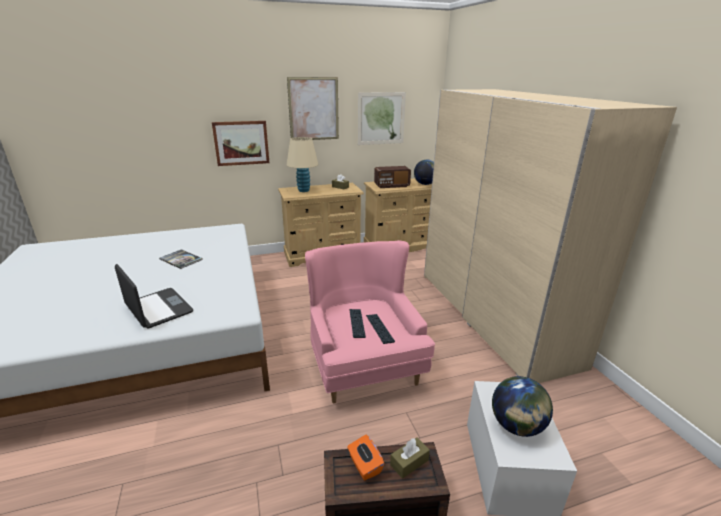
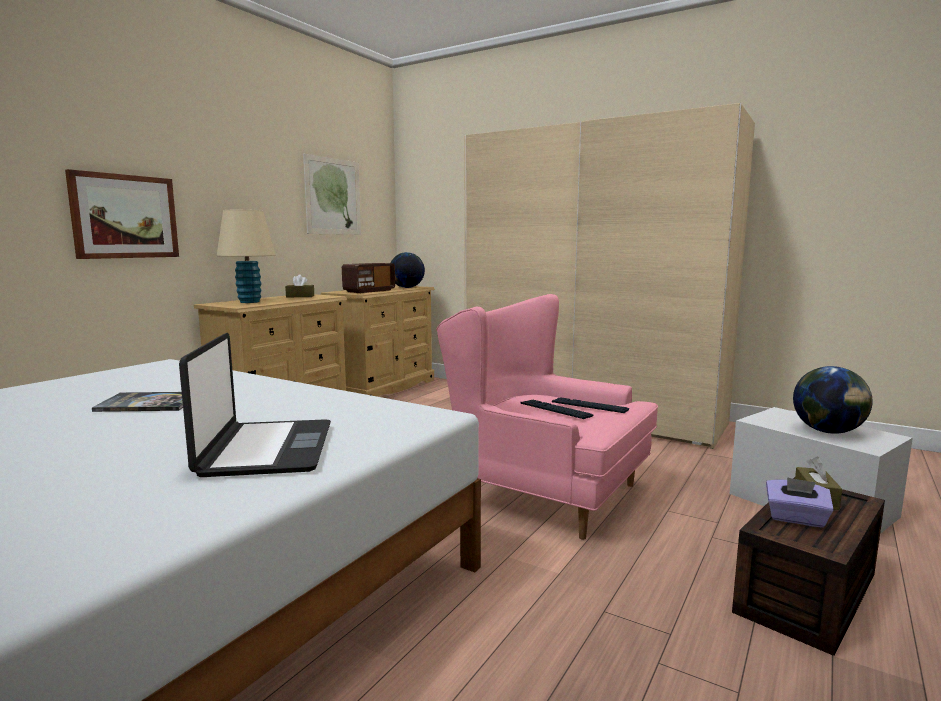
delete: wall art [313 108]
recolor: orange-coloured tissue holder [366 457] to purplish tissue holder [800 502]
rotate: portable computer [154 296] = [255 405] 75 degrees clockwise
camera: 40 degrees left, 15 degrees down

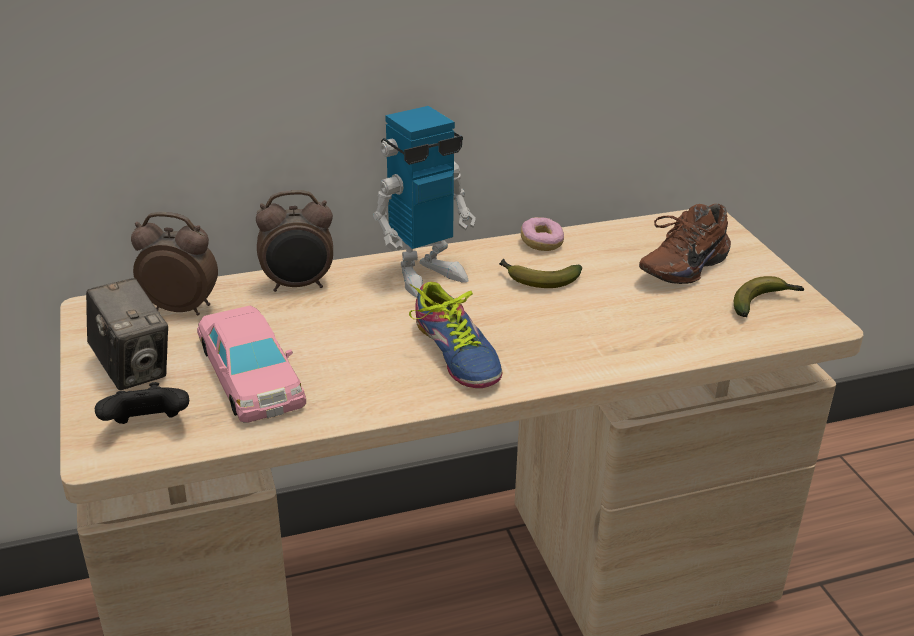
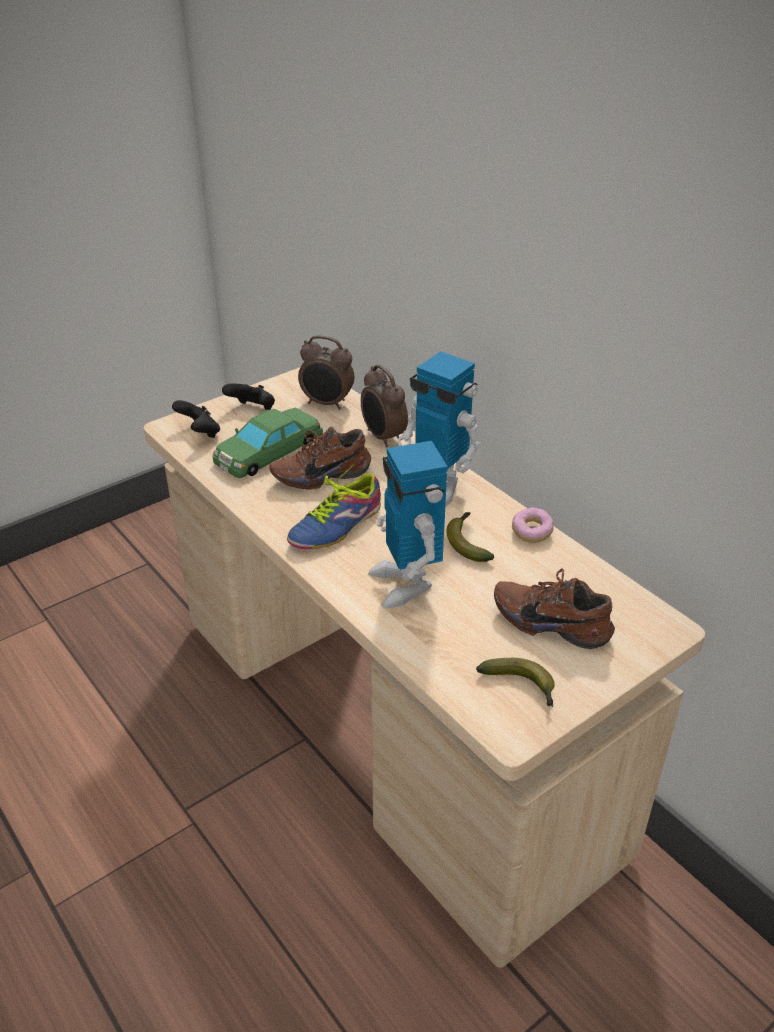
insert: brown-coloured low shoe [320 458]; model robot [408 525]
replace: still camera [127 334] to blackish gamepad [248 396]
recolor: pinkish toy car [251 364] to green-coloured toy car [267 442]
rotate: alarm clock [174 263] = [326 372] 120 degrees clockwise
camera: 70 degrees right, 5 degrees up

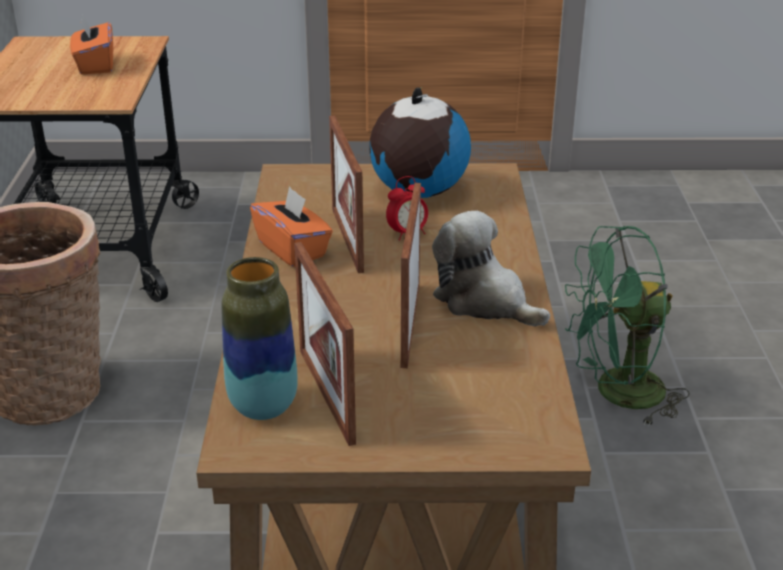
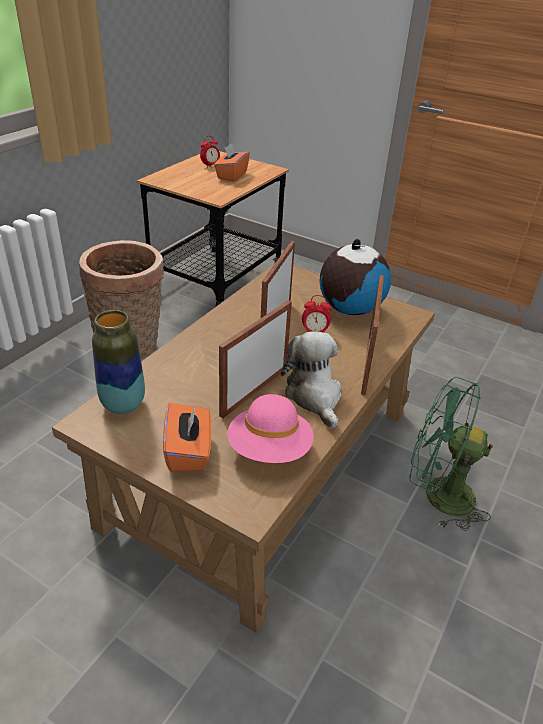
insert: alarm clock [210 152]; pinkish wearable hat [270 428]
move: orange-coloured tissue holder [291 226] to [187 437]; picture frame [325 344] to [372 335]
camera: 30 degrees right, 5 degrees up

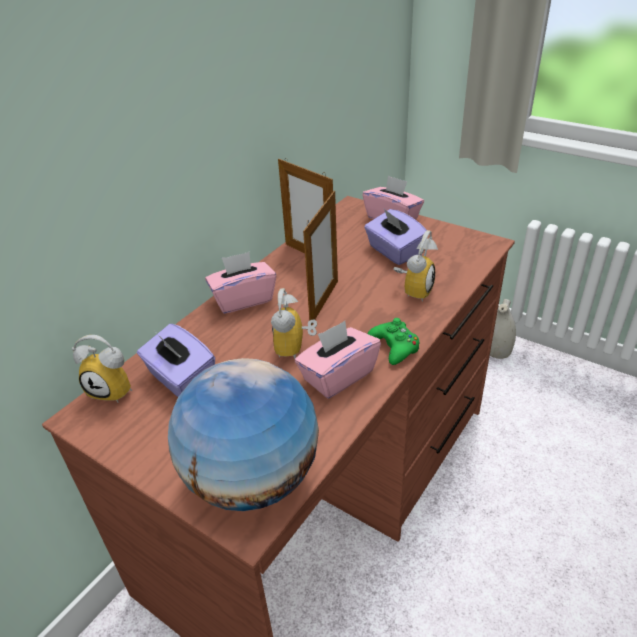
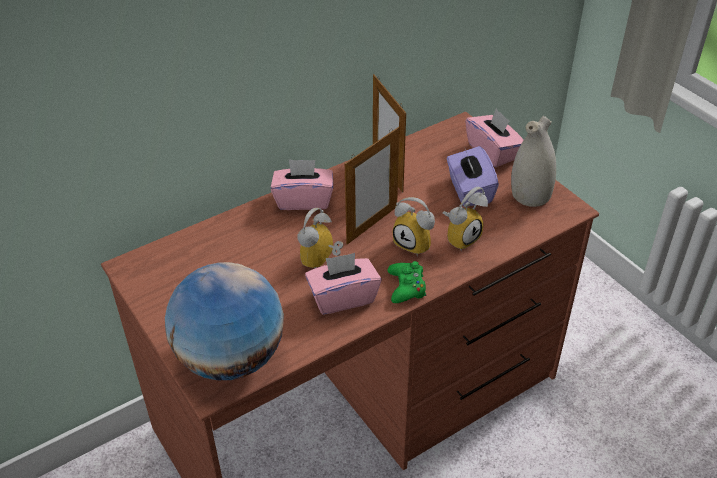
delete: purplish tissue holder [176 360]
move: alarm clock [102 369] to [414 226]; whitish vase [503 329] to [533 161]
camera: 20 degrees right, 5 degrees up

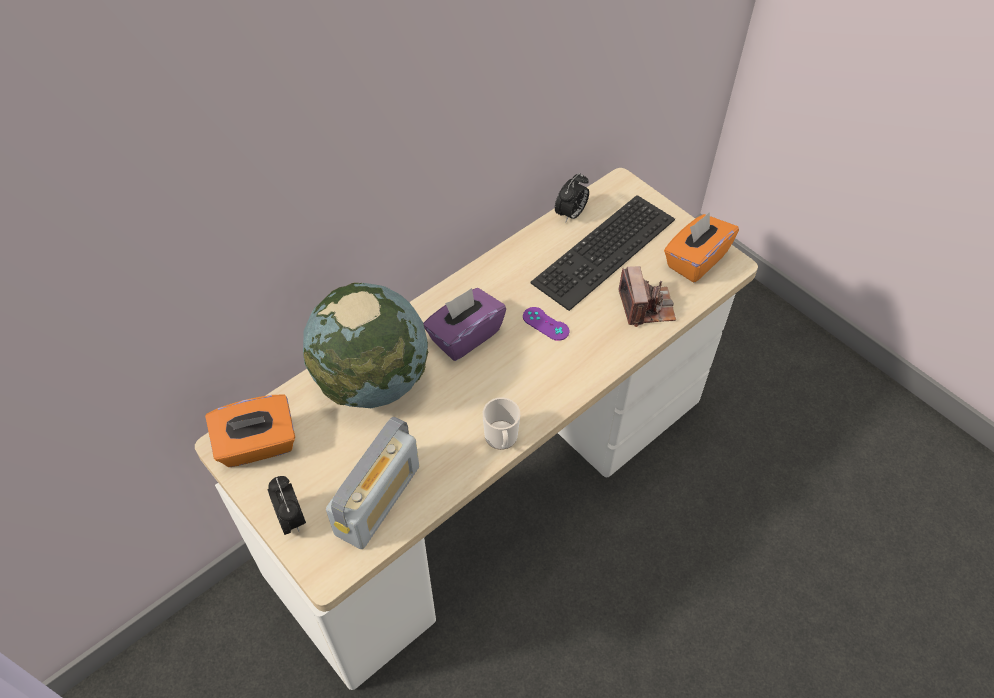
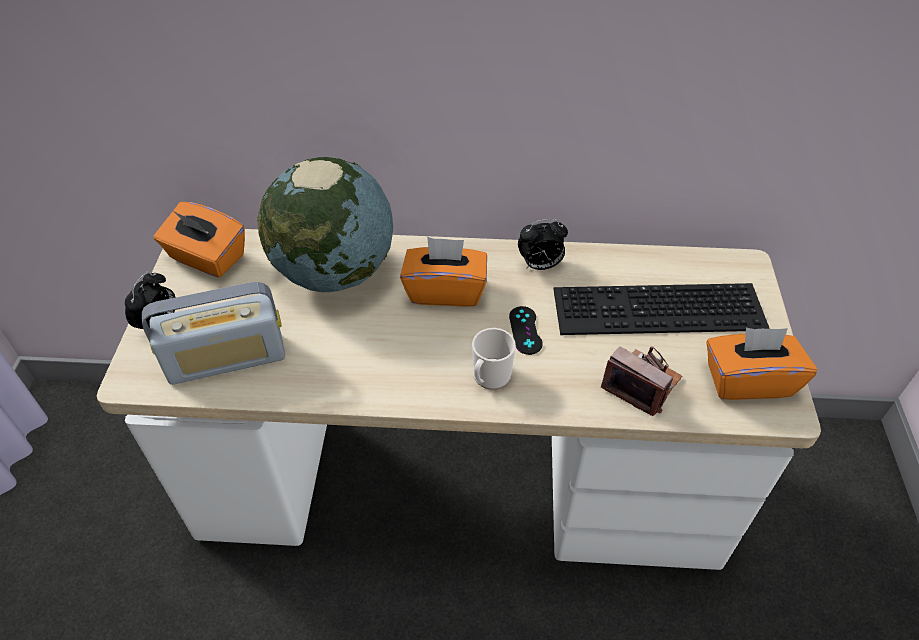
move: mug [501 424] to [494 359]; alarm clock [572 198] to [543 244]
recolor: purplish tissue holder [464 324] to orange-coloured tissue holder [443 272]; purplish gamepad [546 324] to blackish gamepad [526 330]
rotate: still camera [647 296] = [641 381] 90 degrees counterclockwise
camera: 45 degrees right, 5 degrees down

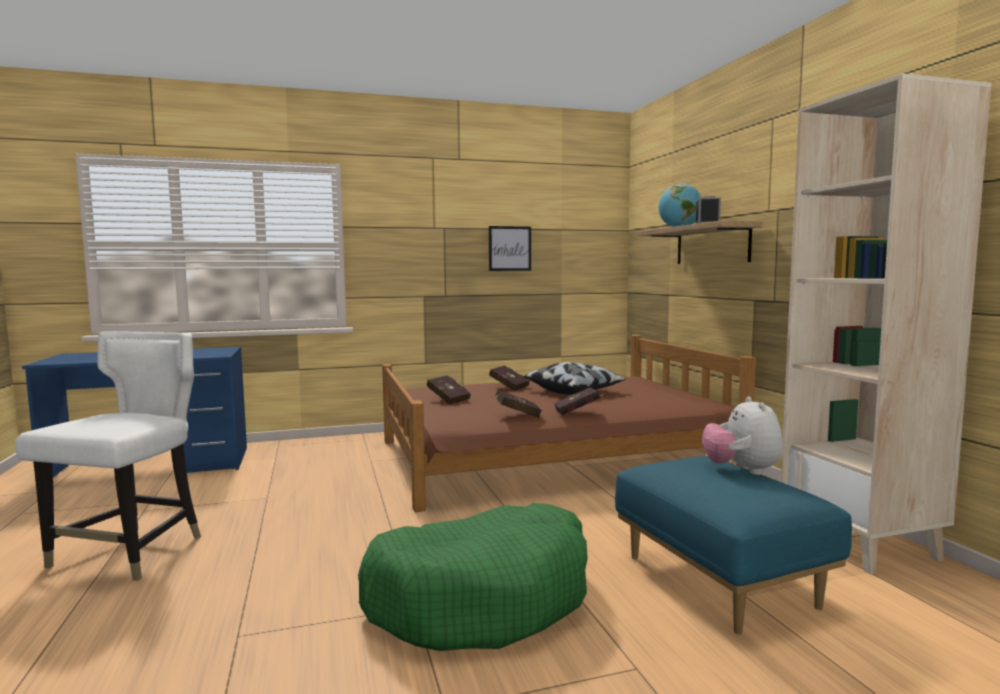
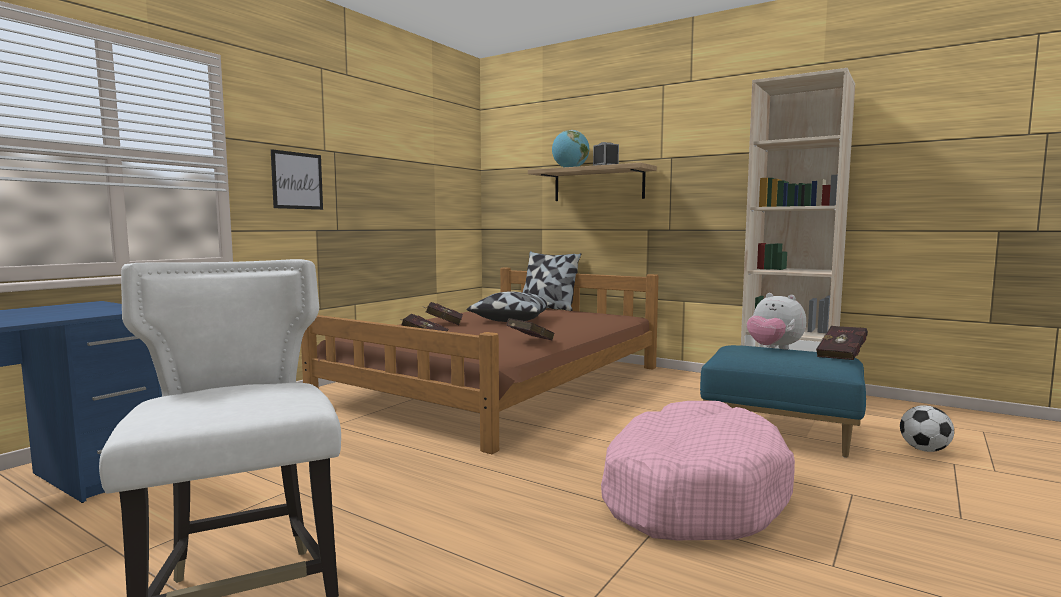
insert: cushion [552 281]; ball for football [927 428]
move: wall art [510 248] to [297 179]; reddish book [579 401] to [842 343]
recolor: green-coloured dog cushion [473 577] to pinkish dog cushion [698 470]
camera: 40 degrees left, 0 degrees up

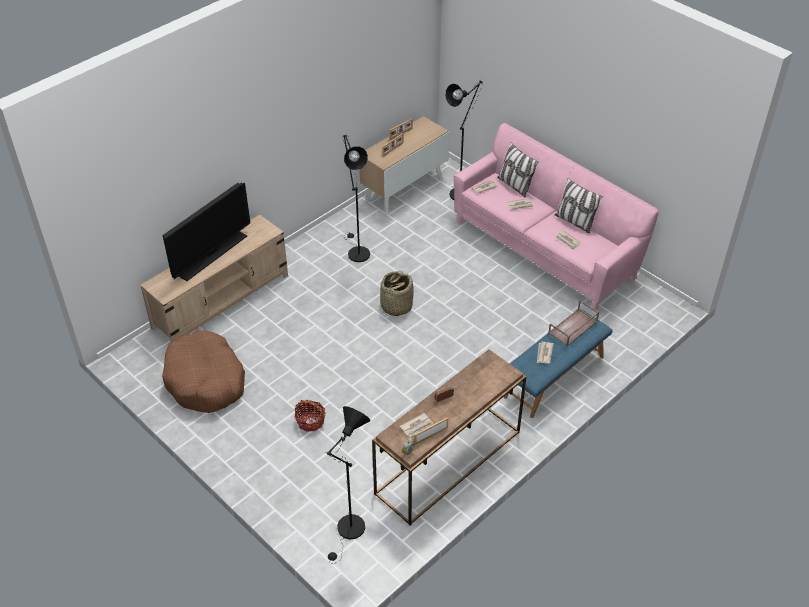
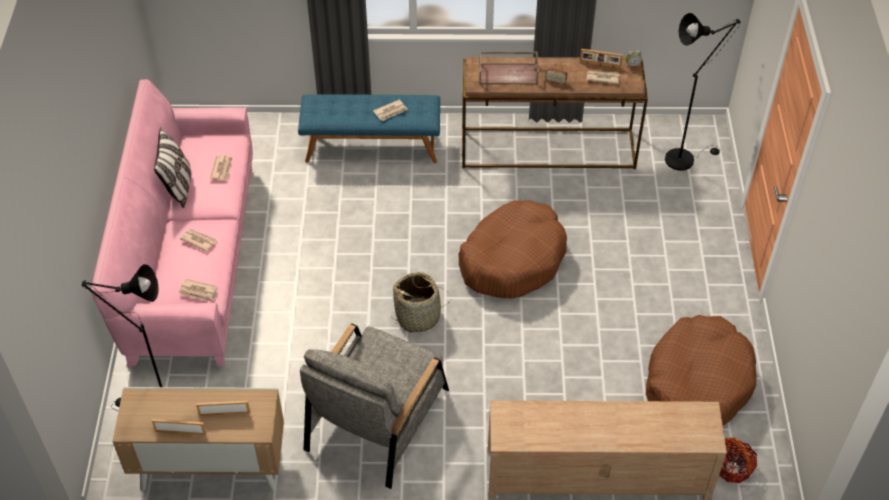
delete: TV [206 231]; cushion [517 169]
insert: brown-coloured dog cushion [513 249]
move: brown-coloured serving tray [573 323] to [509 67]; basket [310 416] to [738 460]
replace: blackish standing lamp [356 198] to greyish armchair [374 406]
camera: 135 degrees left, 5 degrees up

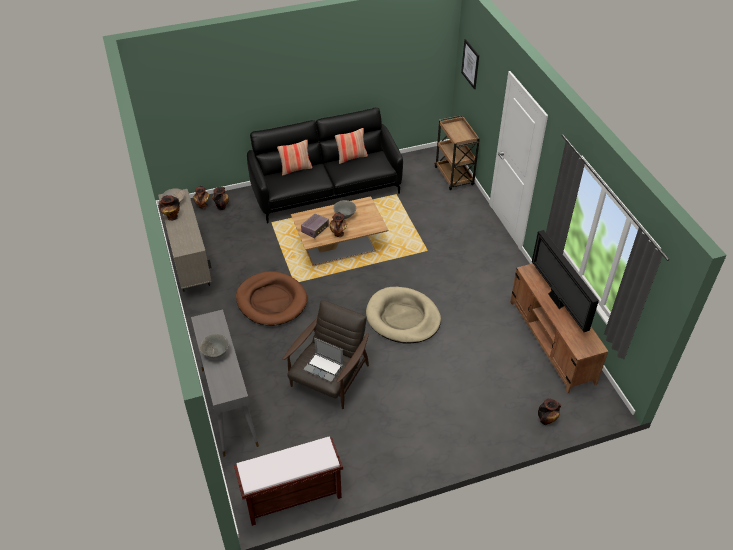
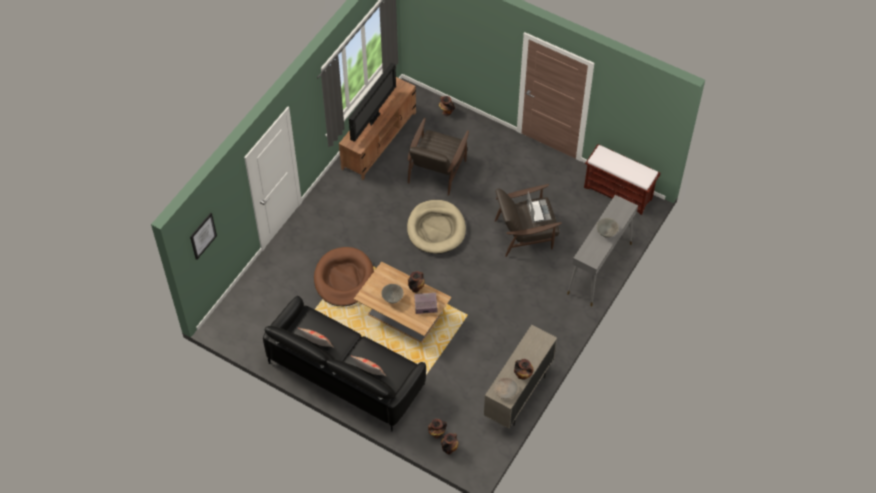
delete: brown-coloured cart [457 152]
insert: brown-coloured armchair [438 157]
move: brown-coloured dog cushion [271 298] to [344 277]
camera: 130 degrees left, 10 degrees up

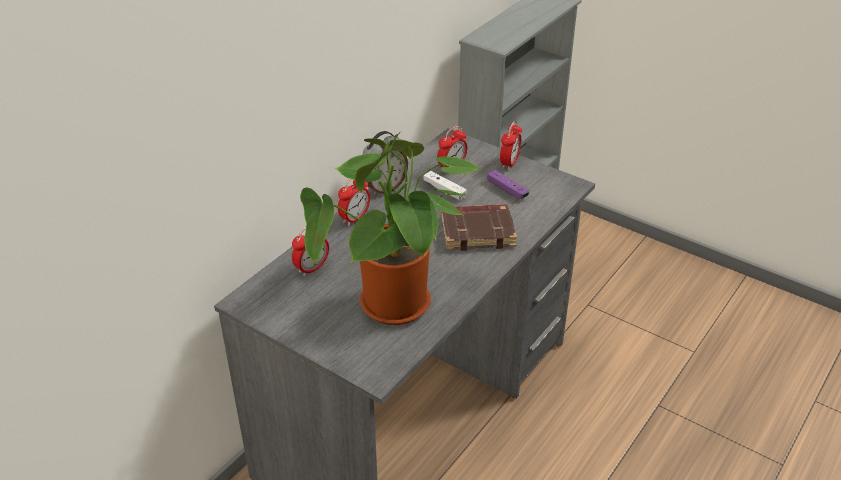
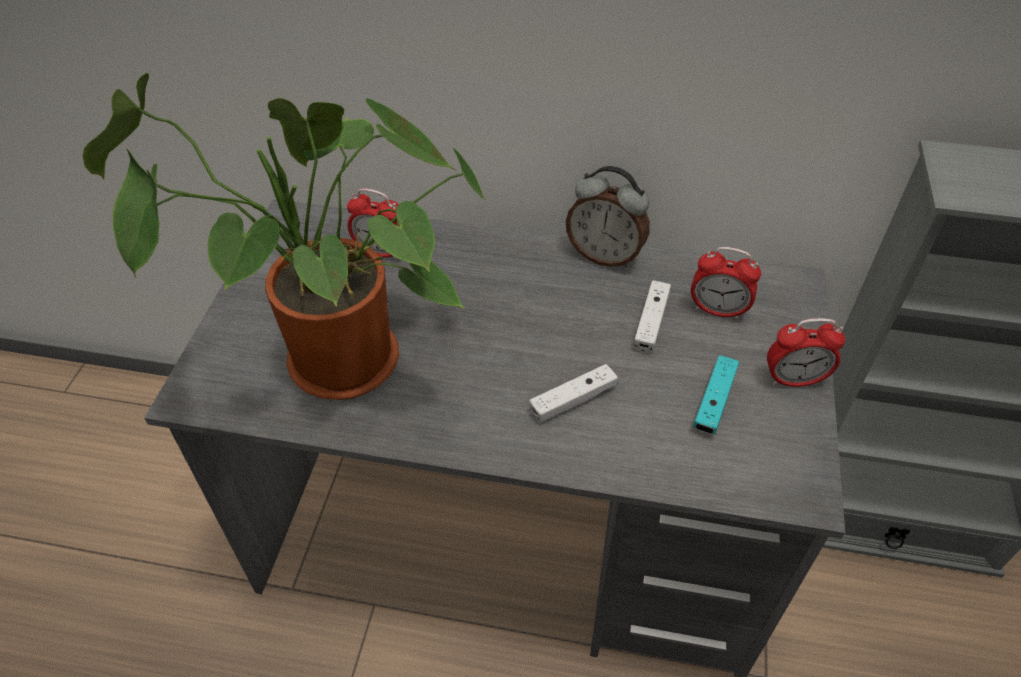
delete: alarm clock [354 202]
replace: brown-coloured book [479 227] to whitish gamepad [574 393]
recolor: purplish gamepad [508 184] to turquoise-coloured gamepad [716 394]
camera: 65 degrees right, 10 degrees up

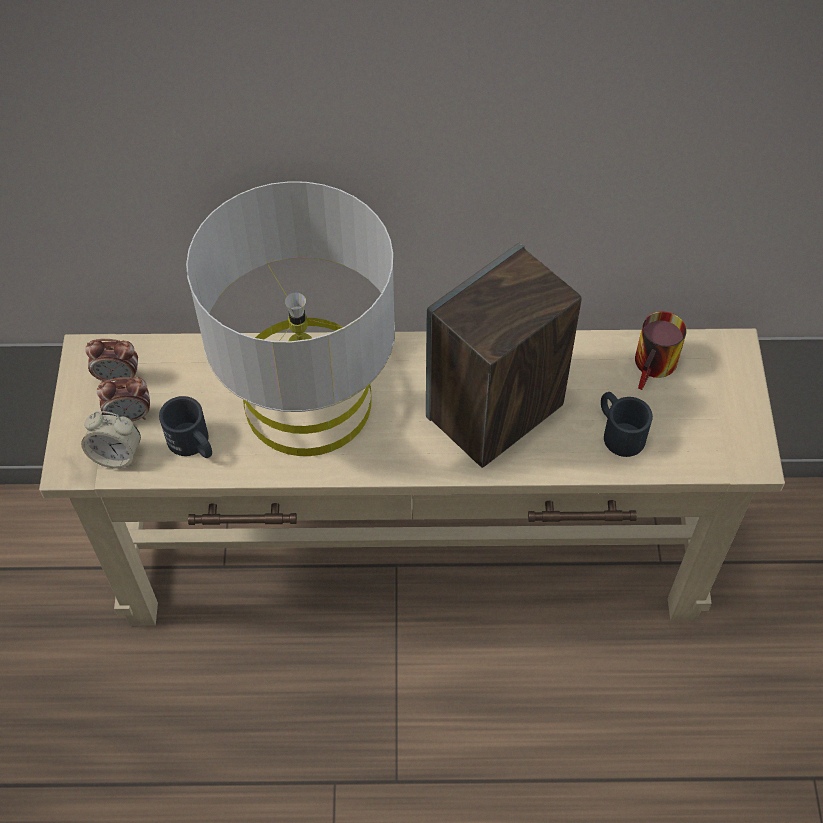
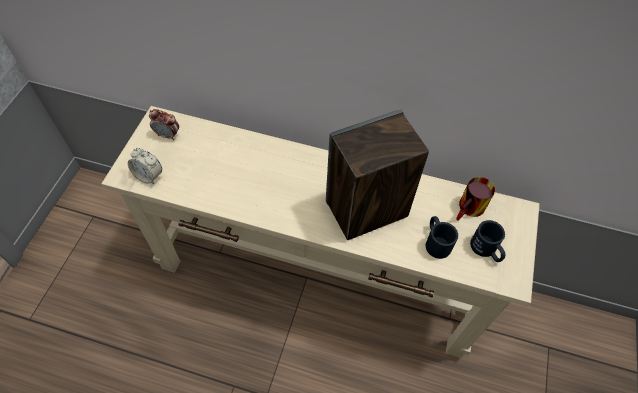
delete: alarm clock [123 399]; greyish tabletop lamp [290 318]
move: blackish mug [185 427] to [487 241]
camera: 15 degrees right, 0 degrees up

